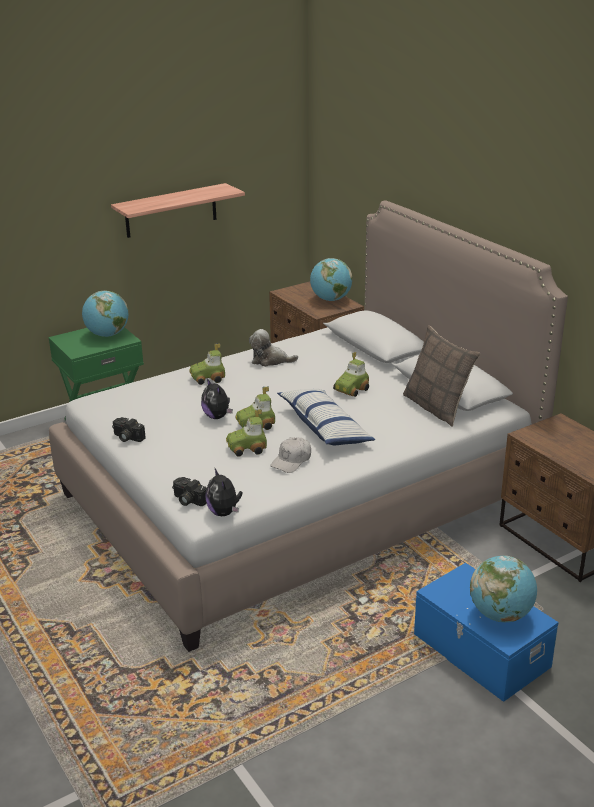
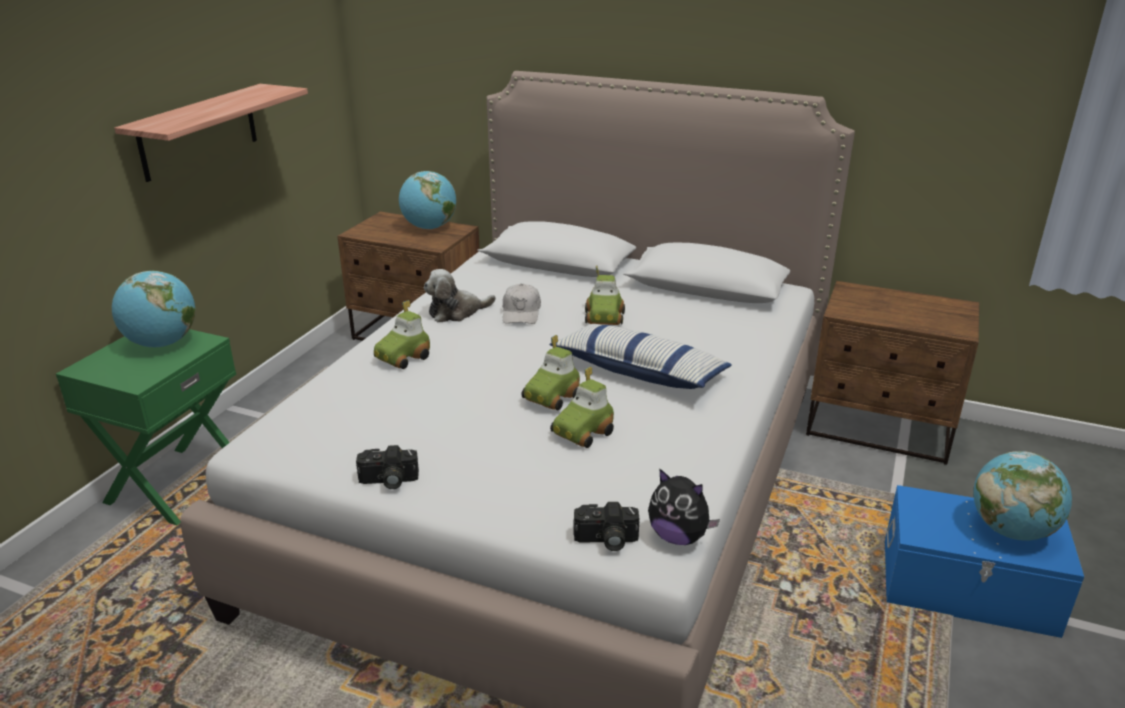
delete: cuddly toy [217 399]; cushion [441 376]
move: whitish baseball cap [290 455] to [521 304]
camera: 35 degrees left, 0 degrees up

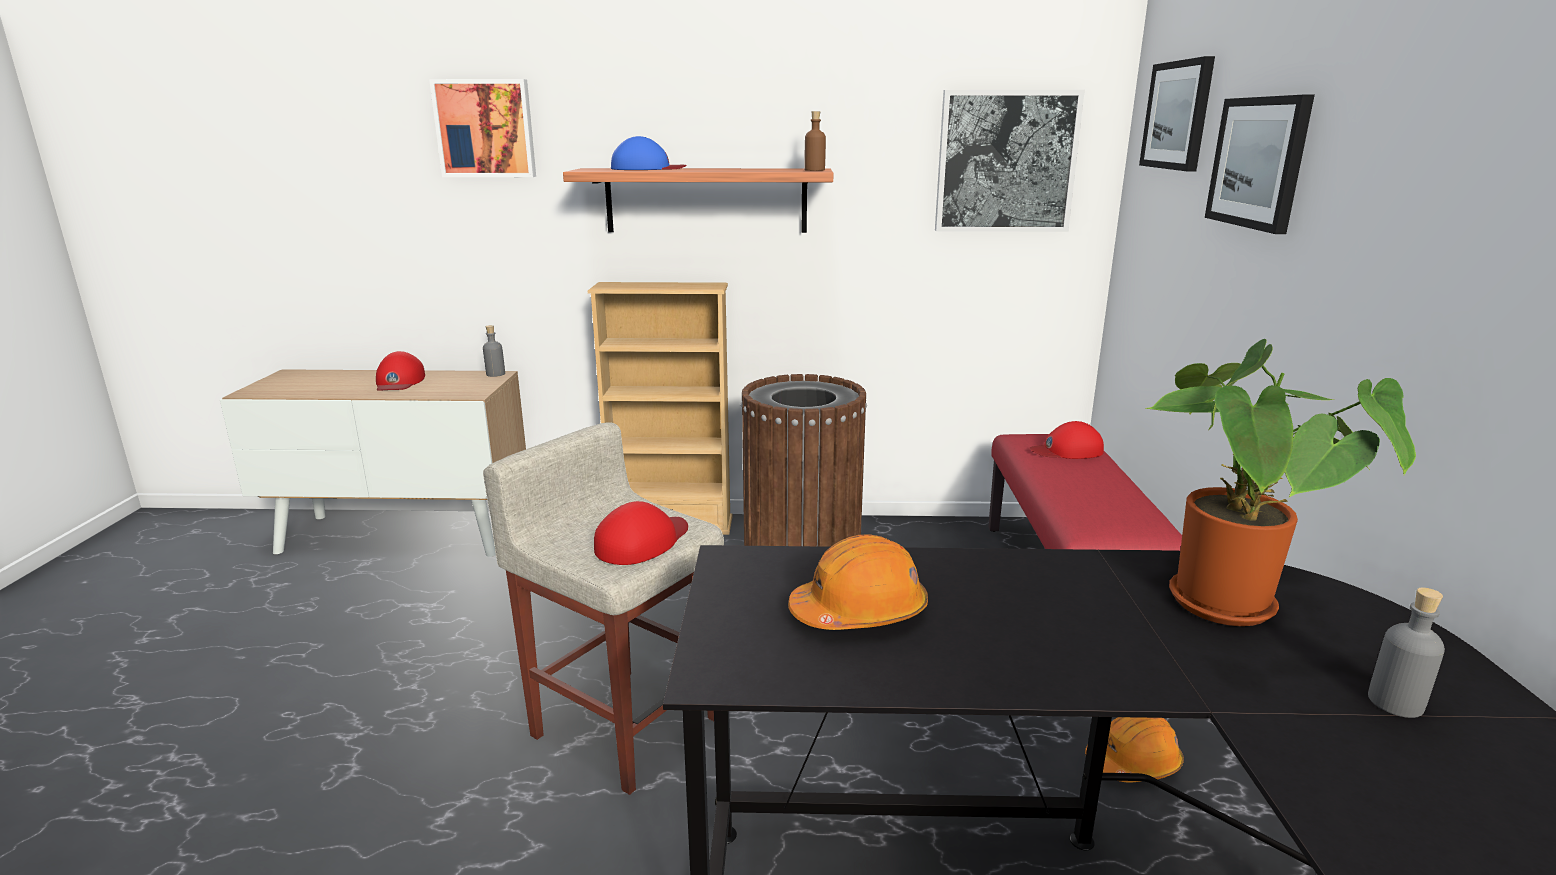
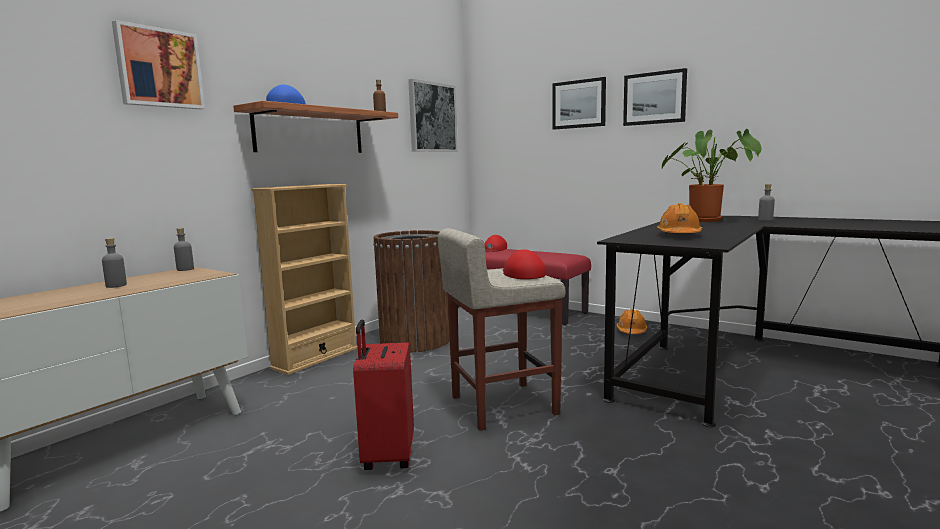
insert: reddish travel case [383 395]
move: wall art [1177 114] to [655 97]
replace: reddish baseball cap [400 371] to greyish beverage bottle [114 263]
camera: 55 degrees left, 10 degrees down

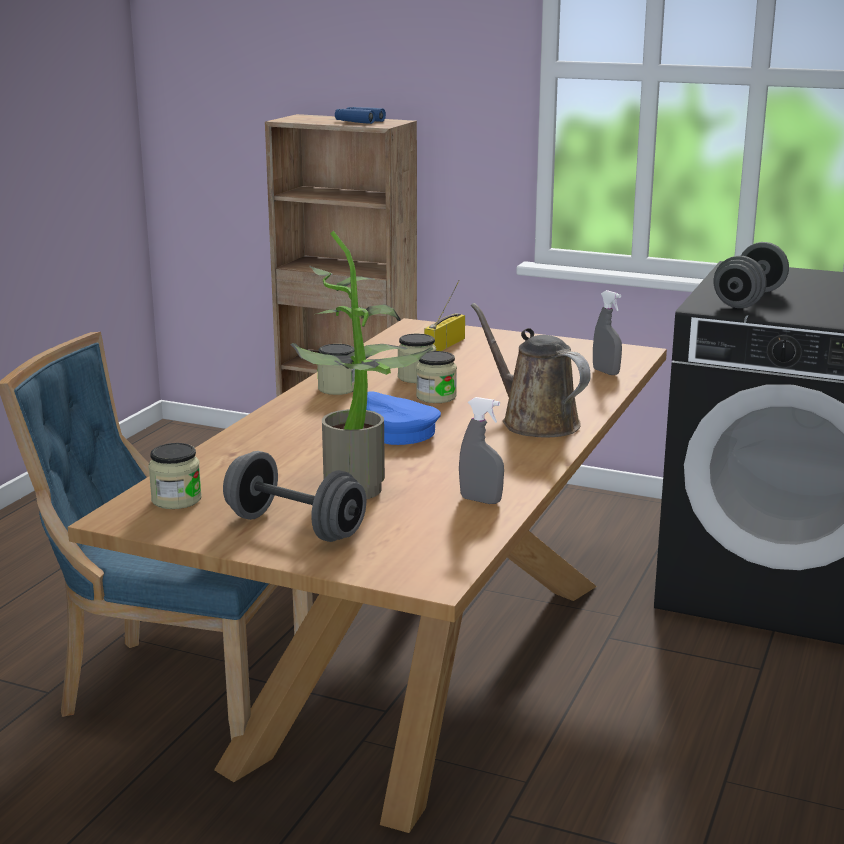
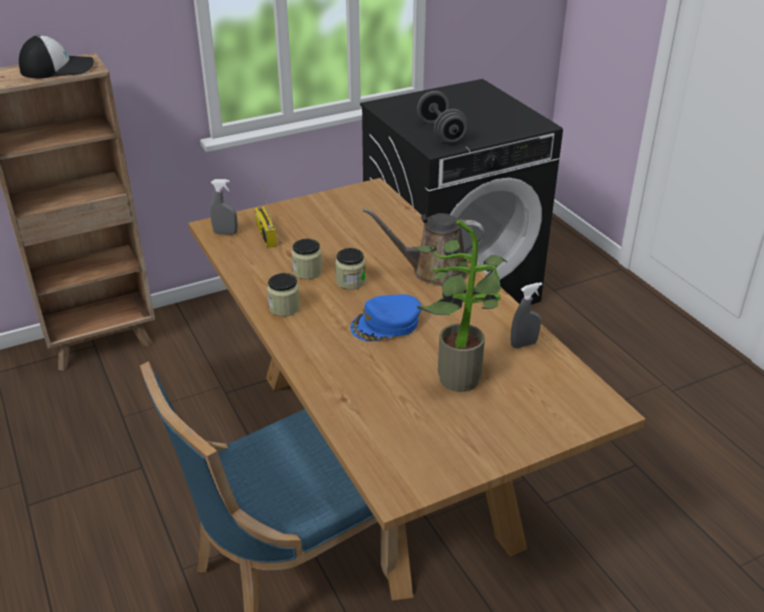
delete: jar [175 476]; greyish dumbbell [294 496]
move: greyish sprayer [607 332] to [224 207]
replace: bluish pair of binoculars [360 115] to baseball cap [56 56]
camera: 50 degrees left, 15 degrees up

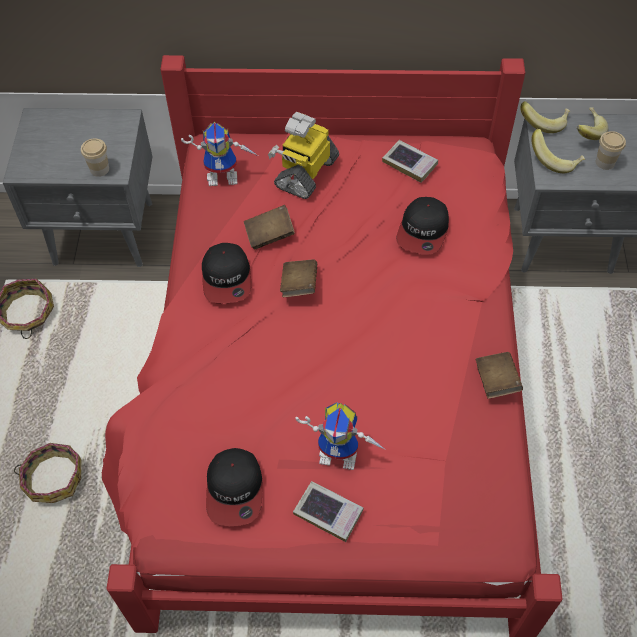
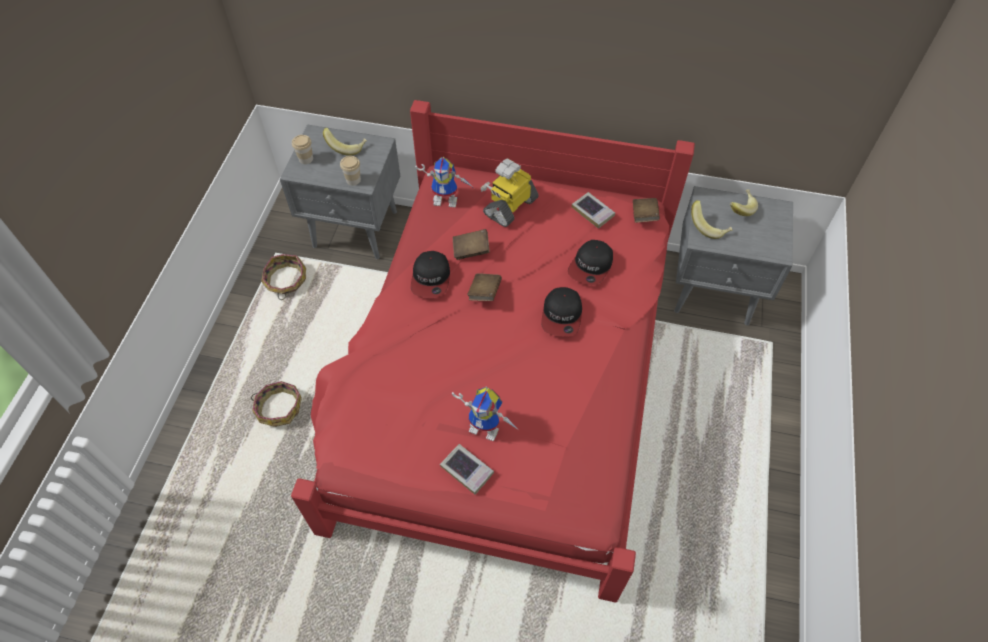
move: cup [611 150] to [302 149]; banana fruit [545 117] to [345 142]; baseball cap [234 487] to [561 312]; brown-coloured book [499 375] to [646 210]
camera: 10 degrees right, 0 degrees up

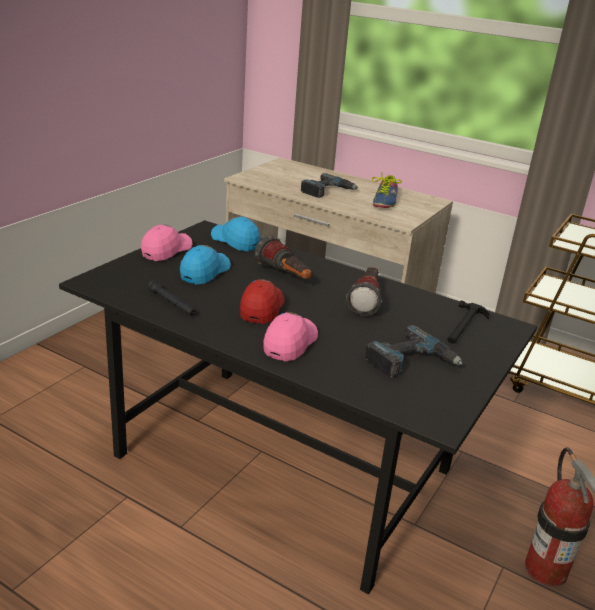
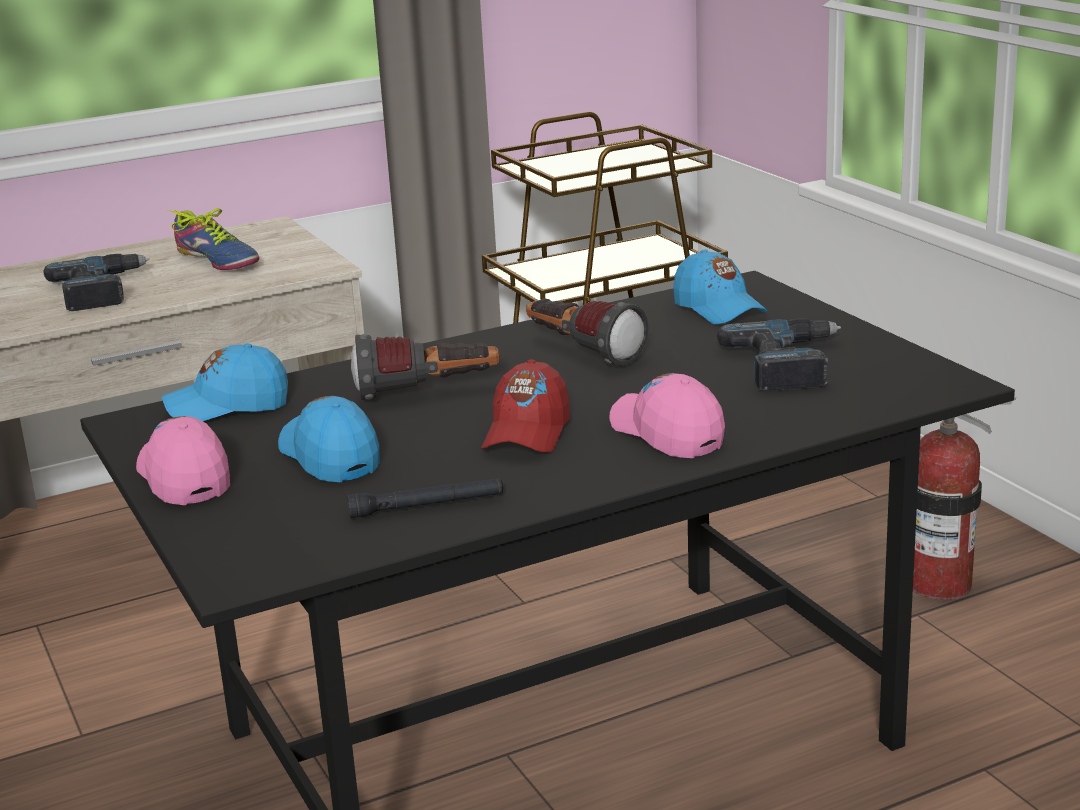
replace: tool hammer [468 322] to bluish baseball cap [720 287]
rotate: reddish baseball cap [262 301] = [525 406] 120 degrees counterclockwise
camera: 55 degrees left, 5 degrees down

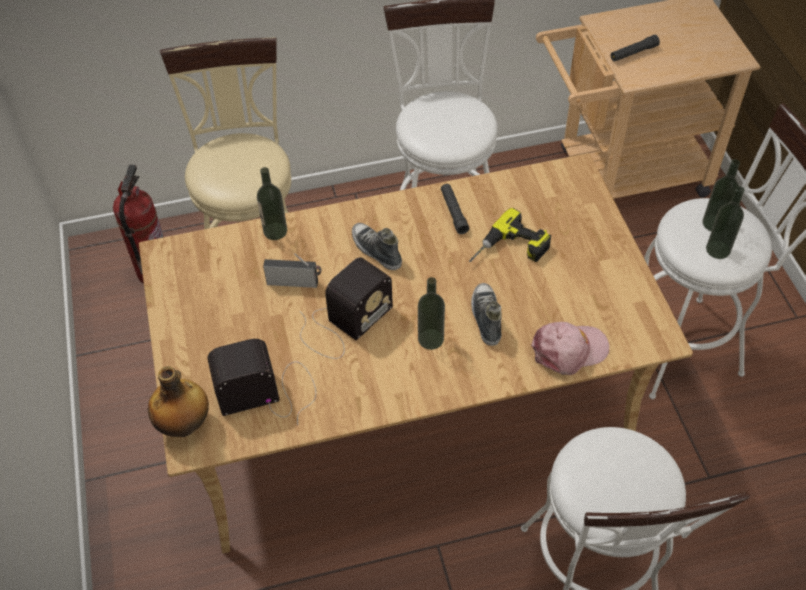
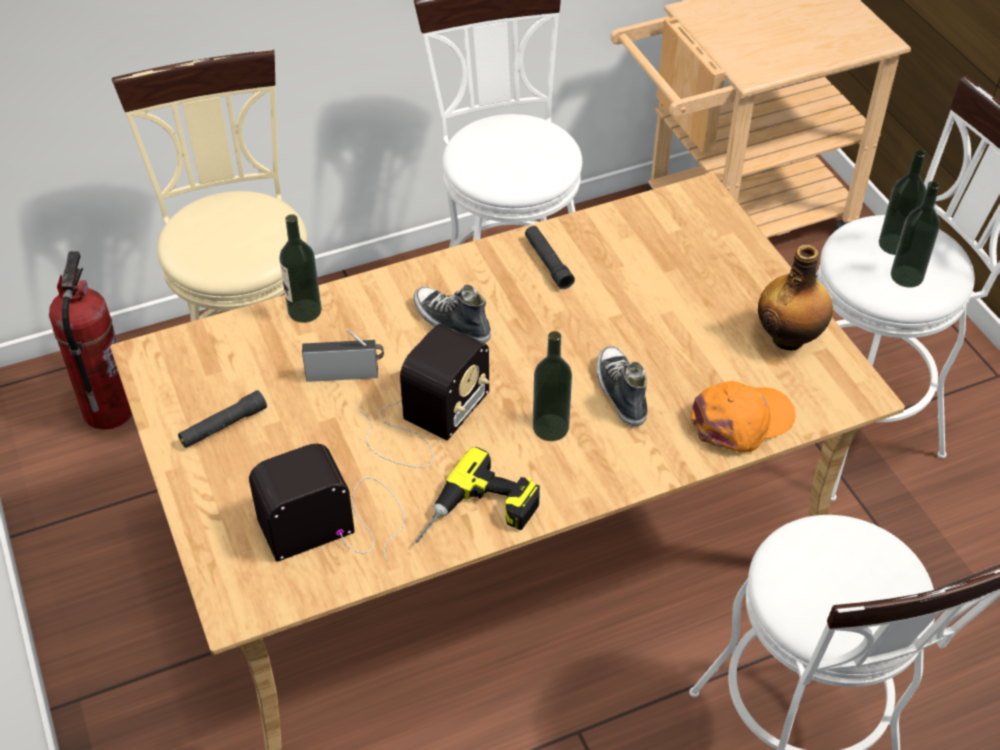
move: blackish flashlight [635 48] to [222 419]; drill [510 235] to [477 495]; beverage bottle [178 401] to [795 297]
recolor: pinkish baseball cap [570 348] to orange-coloured baseball cap [743 417]
camera: 10 degrees left, 5 degrees down

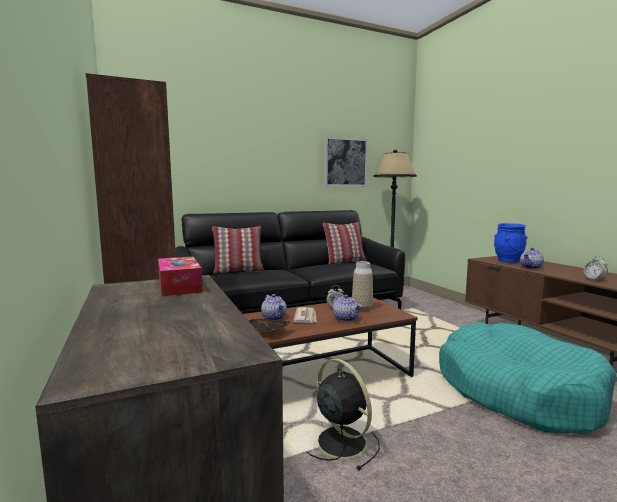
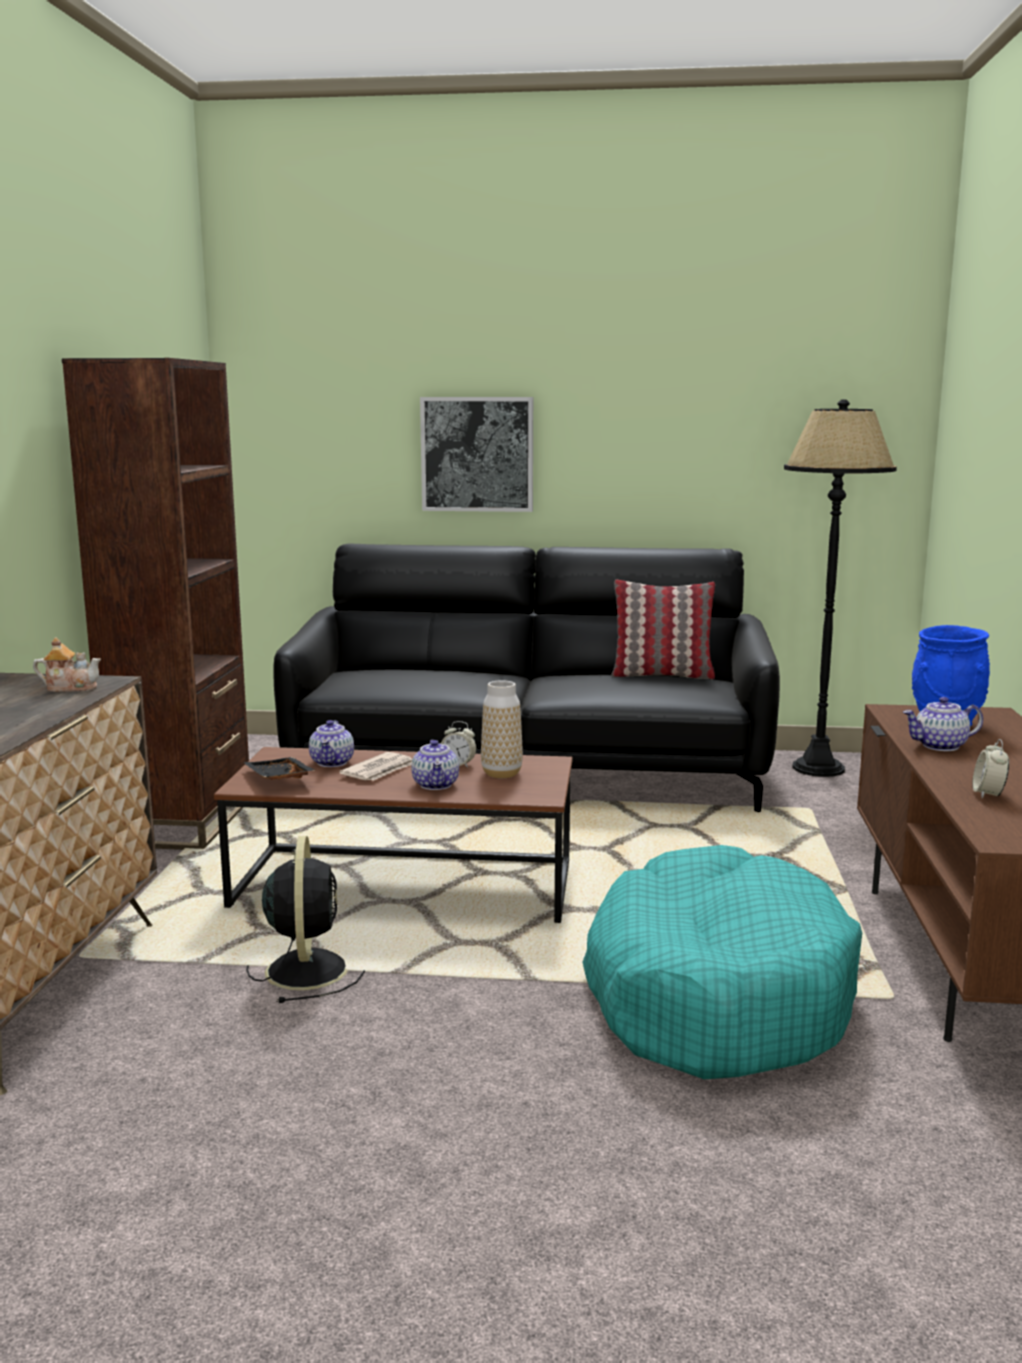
delete: cushion [238 250]
move: wall art [345 161] to [476 454]
replace: tissue holder [180 276] to teapot [67 664]
camera: 30 degrees right, 5 degrees up

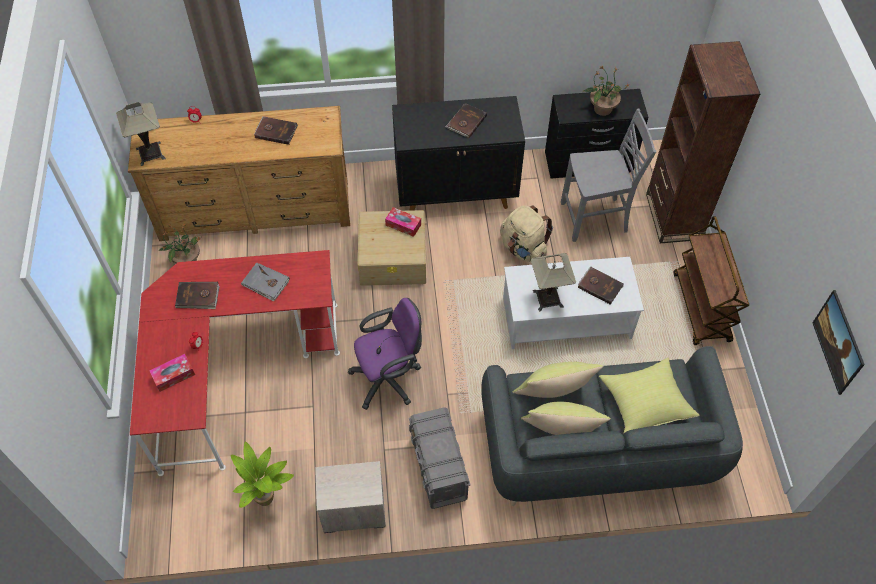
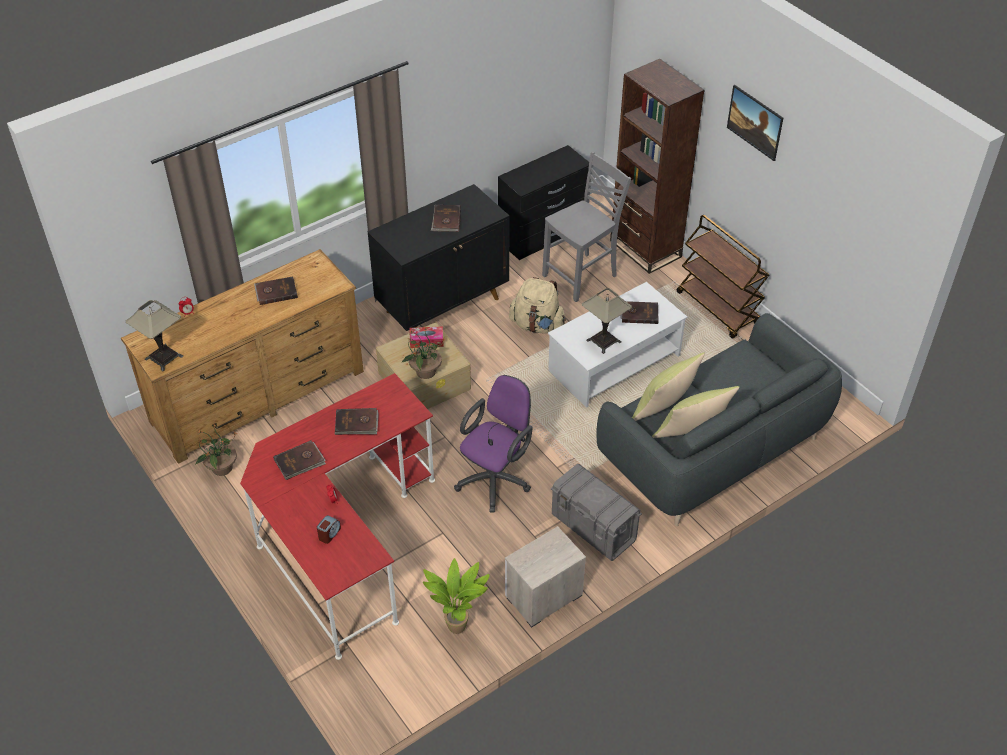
delete: yellow-coloured cushion [649 396]
move: potted plant [606 91] to [423 352]; wall art [839 342] to [755 123]
replace: tissue holder [172 373] to alarm clock [329 529]
recolor: greyish book [265 282] to brown-coloured book [357 421]
camera: 30 degrees left, 10 degrees down

